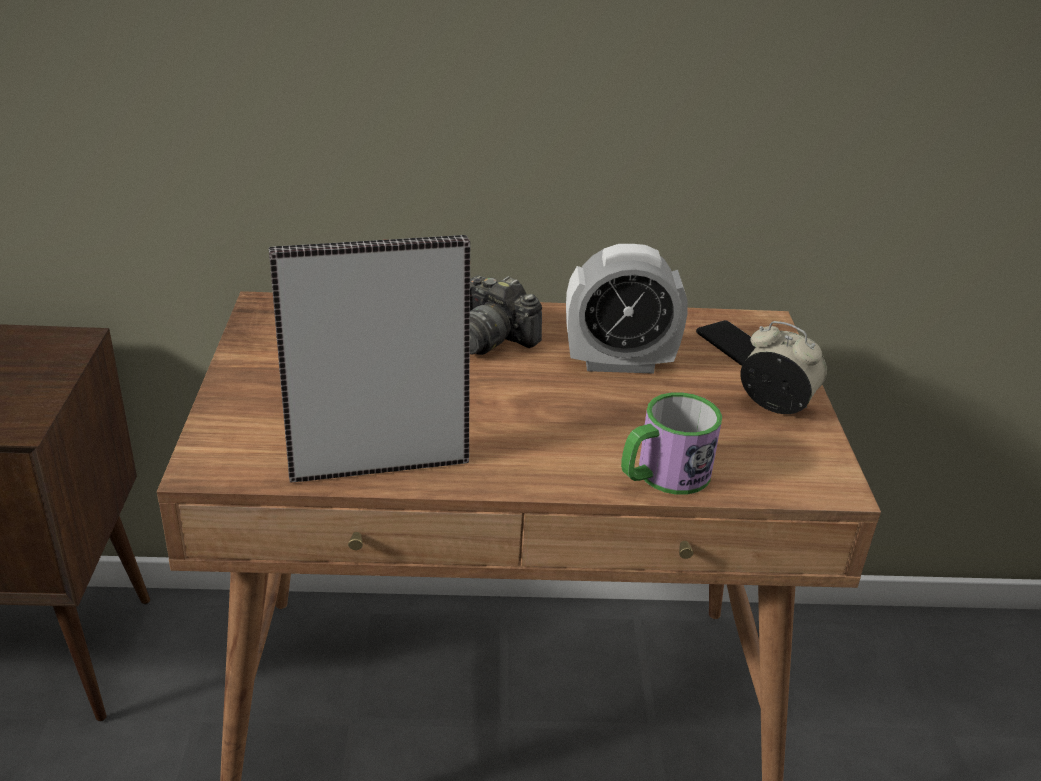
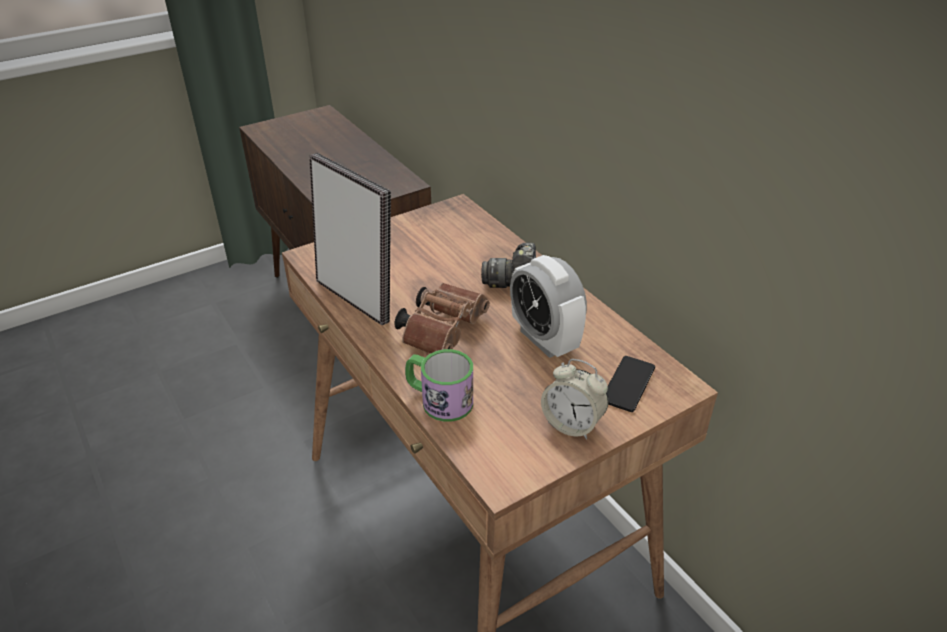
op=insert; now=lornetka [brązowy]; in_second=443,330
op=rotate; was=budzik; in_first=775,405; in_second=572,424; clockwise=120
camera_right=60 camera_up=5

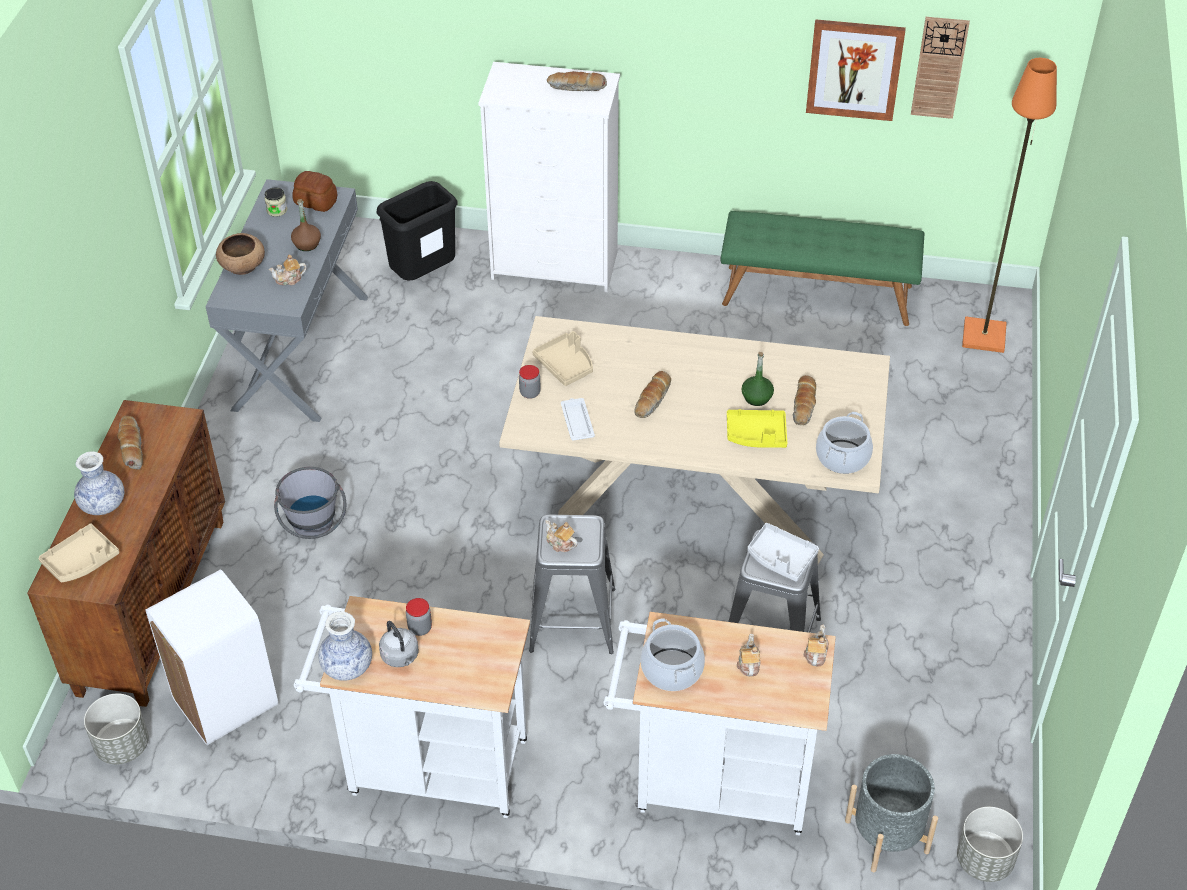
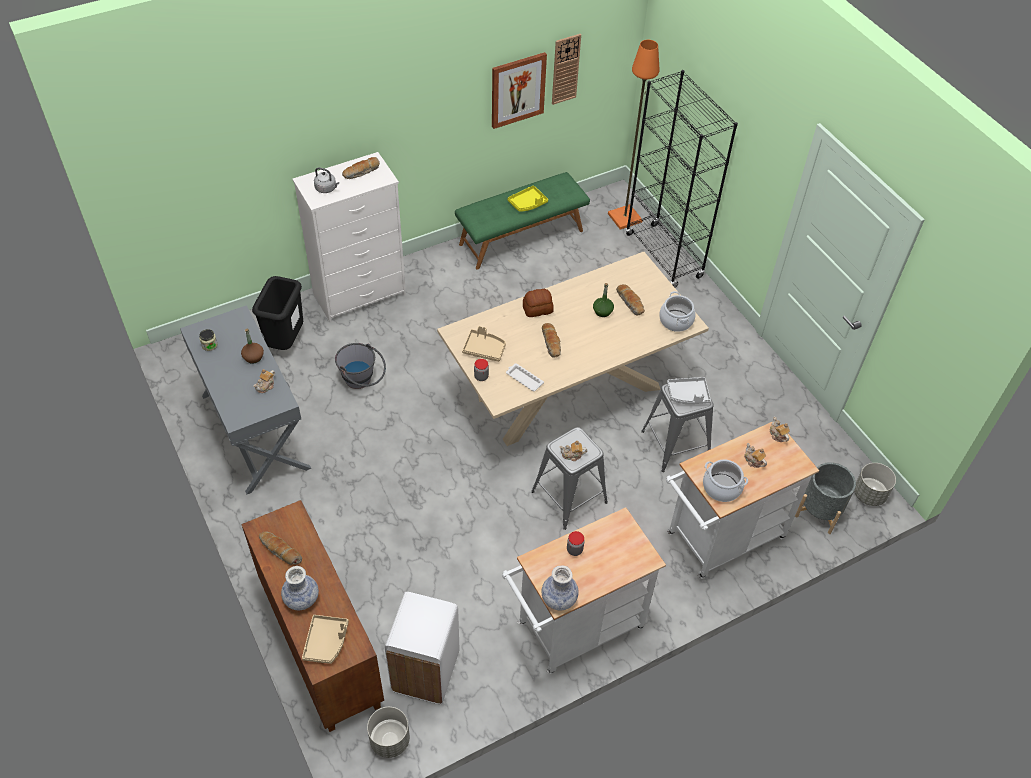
op=delete; was=miska [brązowy]; in_first=243,266
op=insert; now=regał [czarny]; in_second=663,256
op=move; was=wiadro [szary]; in_first=314,529; in_second=362,381
op=move; was=chleb; in_first=316,201; in_second=537,309
op=move; was=czajnik [szary]; in_first=401,657; in_second=327,188
op=move; was=taca [żółty]; in_first=756,435; in_second=527,203
camera_right=-40 camera_up=5

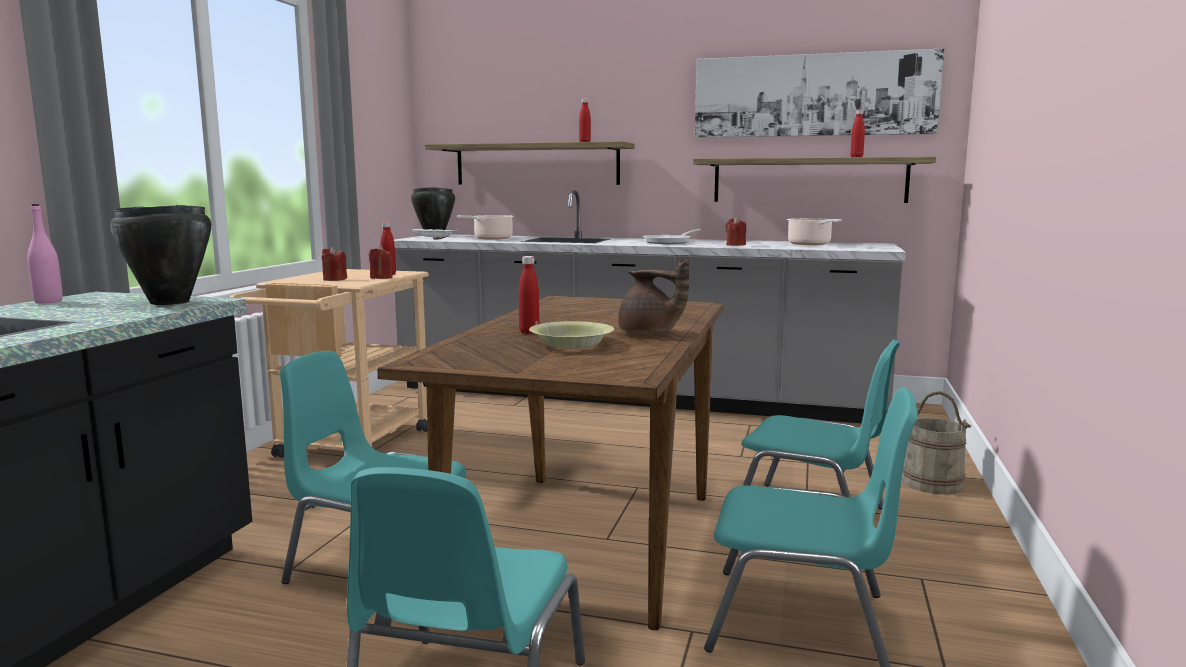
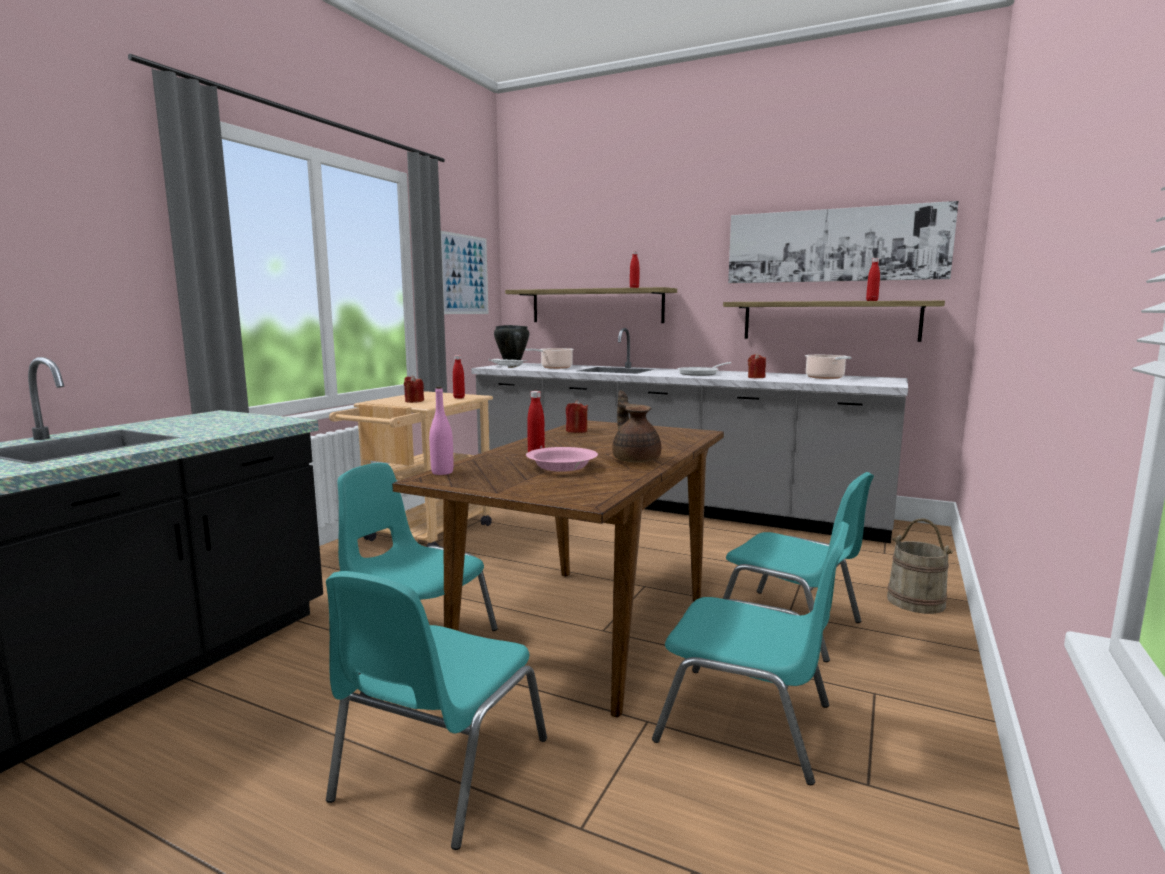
op=delete; was=garnek [czarny]; in_first=169,302
op=insert; now=obraz; in_second=464,274
op=move; was=butelka [różowy]; in_first=48,302; in_second=442,472
op=move; was=świeca [czerwony]; in_first=381,277; in_second=576,431
op=recolor; was=miska [żółty]; now=miska [różowy]; in_first=571,344; in_second=562,467
op=rotate; was=imbryk [brązowy]; in_first=649,333; in_second=635,459; clockwise=-150
camera_right=10 camera_up=0

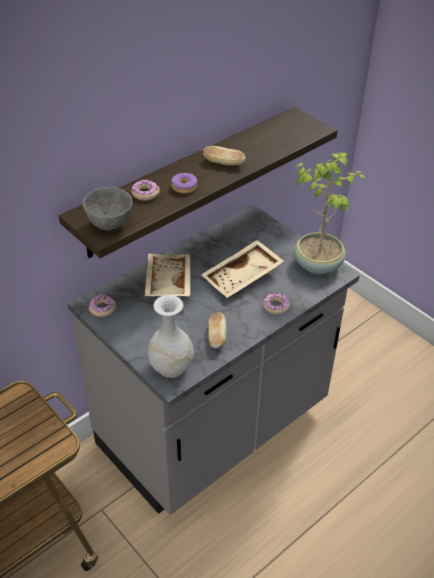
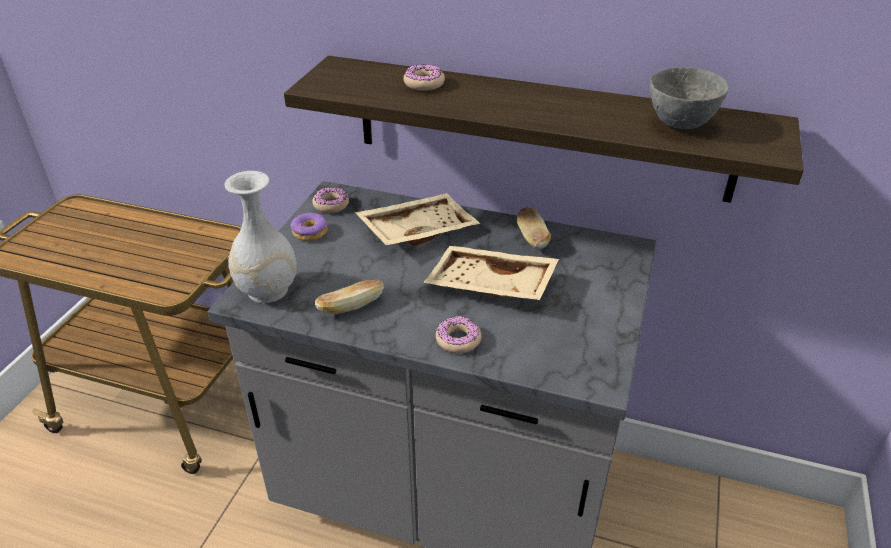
op=delete; was=roślina doniczkowa; in_first=318,264
op=move; was=miska [szary]; in_first=110,224; in_second=681,125
op=move; was=donut; in_first=184,187; in_second=310,232
op=move; was=chleb; in_first=223,163; in_second=532,238
camera_right=60 camera_up=-5

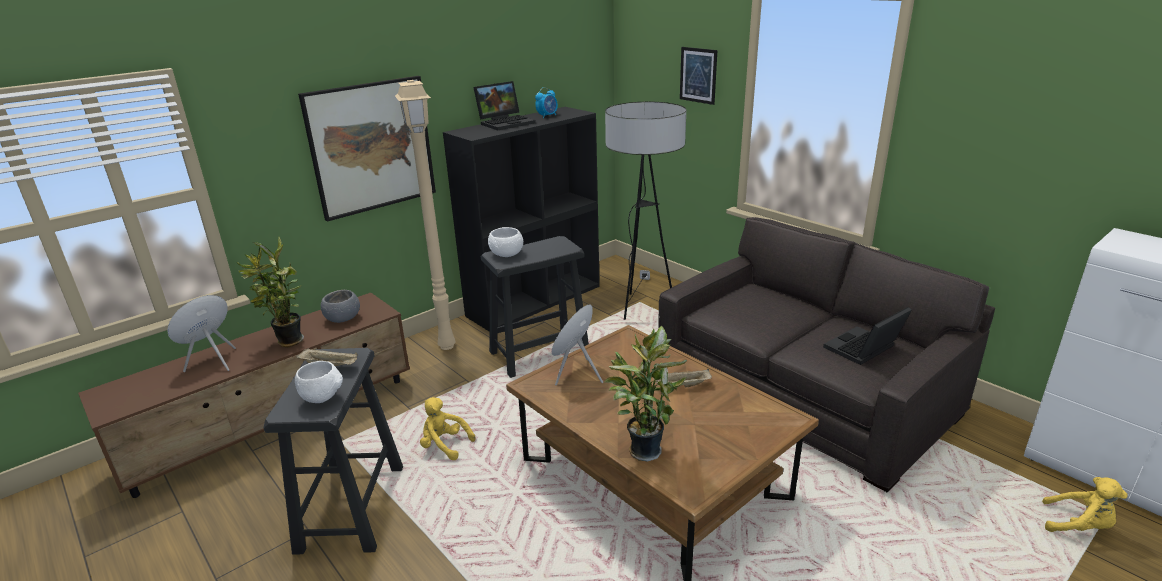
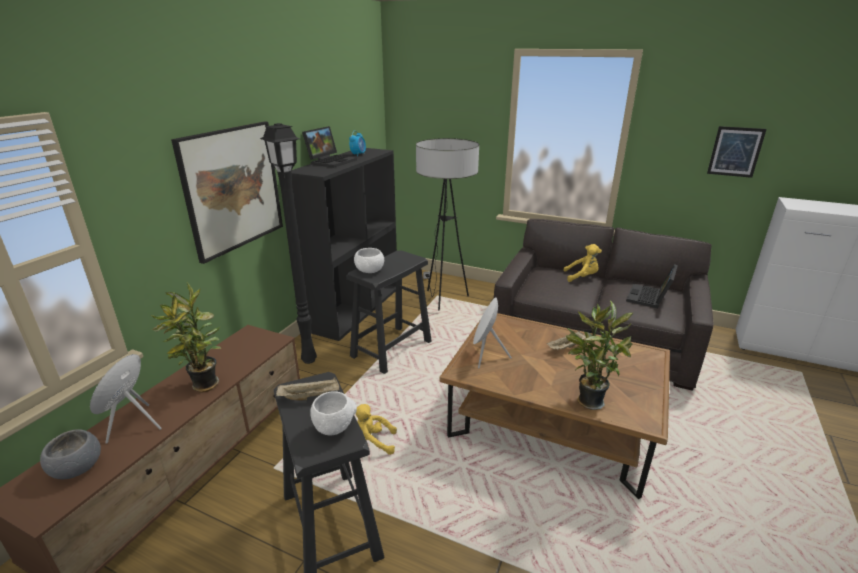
op=move; was=miska [szary]; in_first=343,318; in_second=77,468
op=move; was=obraz; in_first=698,75; in_second=735,151
op=move; was=pluszak [żółty]; in_first=1078,526; in_second=582,277
op=recolor; was=lampa stojąca [beżowy]; now=lampa stojąca [czarny]; in_first=448,345; in_second=309,359
camera_right=-25 camera_up=0

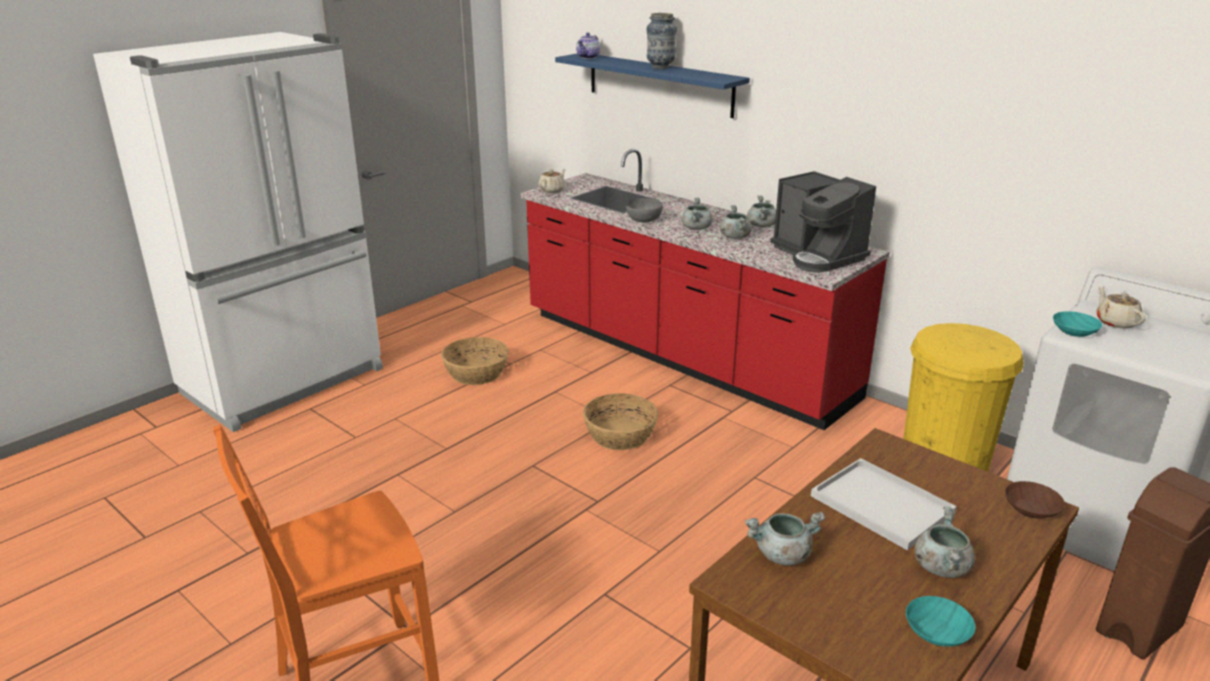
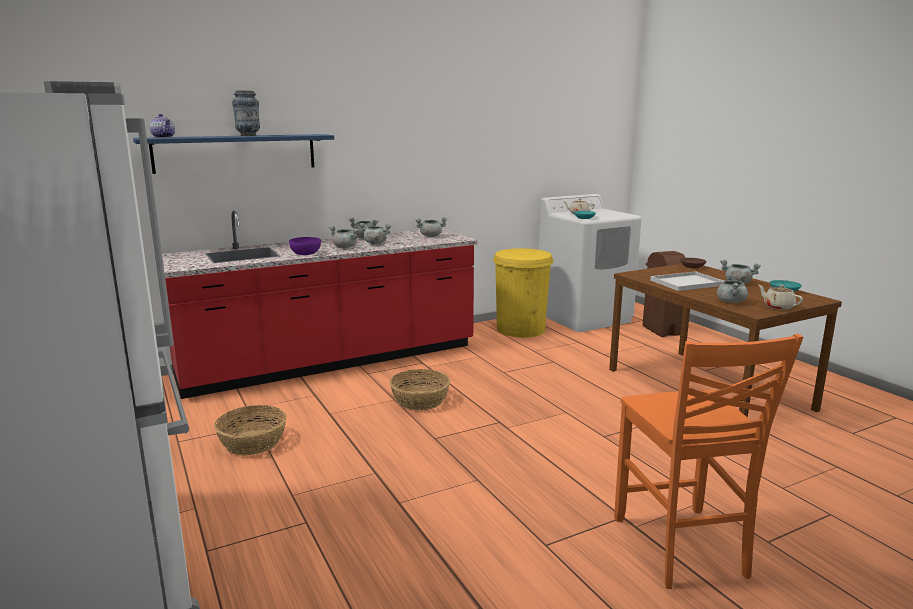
op=move; was=imbryk [beżowy]; in_first=552,190; in_second=778,307
op=replace; was=ekspres do kawy; now=garnek [szary]; in_first=818,255; in_second=431,236
op=recolor; was=miska [szary]; now=miska [fioletowy]; in_first=644,220; in_second=306,253
camera_right=-70 camera_up=-10

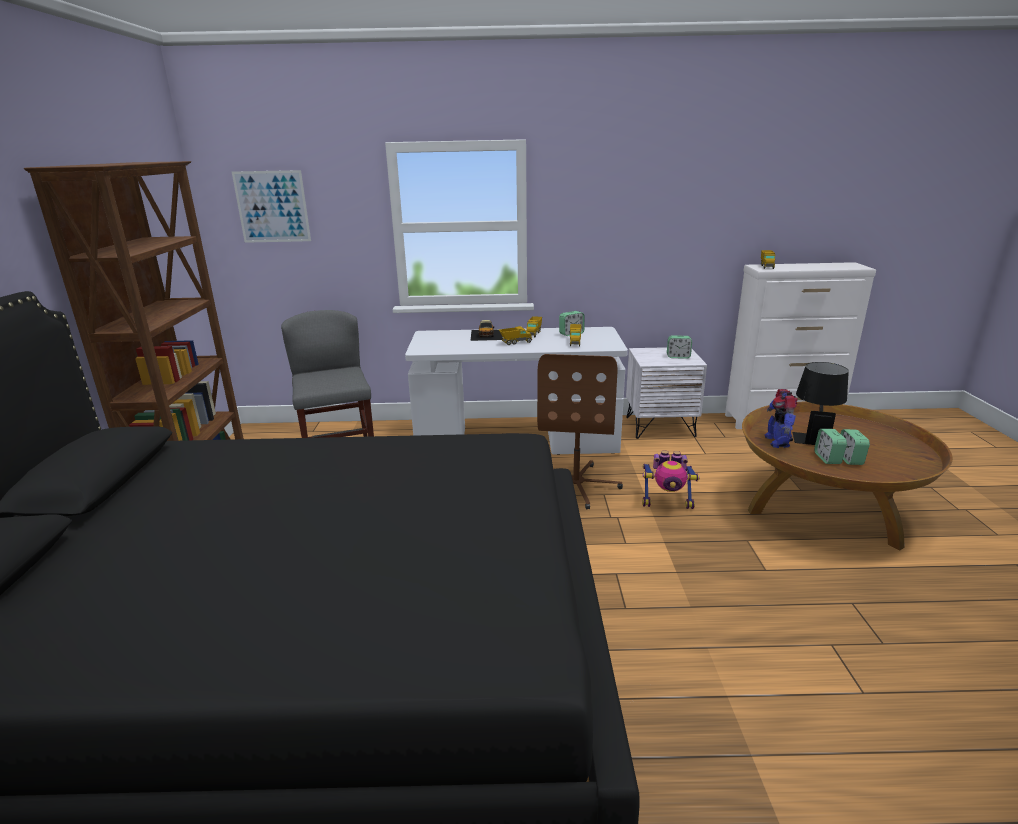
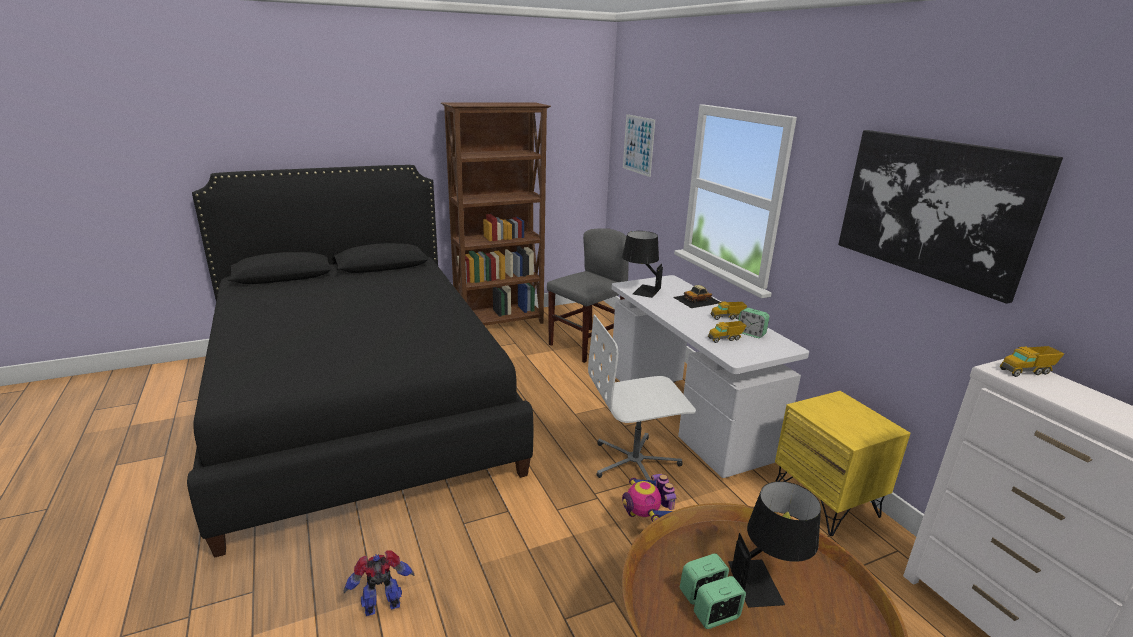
op=delete; was=ciężarówka zabawkowa; in_first=515,342
op=delete; was=budzik; in_first=678,357
op=insert; now=lampa stołowa [czarny]; in_second=640,289
op=insert; now=obraz; in_second=933,208
op=move; was=robot zabawkowy; in_first=777,441; in_second=383,606
op=recolor; was=krzesło biurowe [brązowy]; now=krzesło biurowe [biały]; in_first=576,485; in_second=635,463
op=recolor; was=szafka nocna [biały]; now=szafka nocna [żółty]; in_first=660,427; in_second=826,501
camera_right=65 camera_up=0

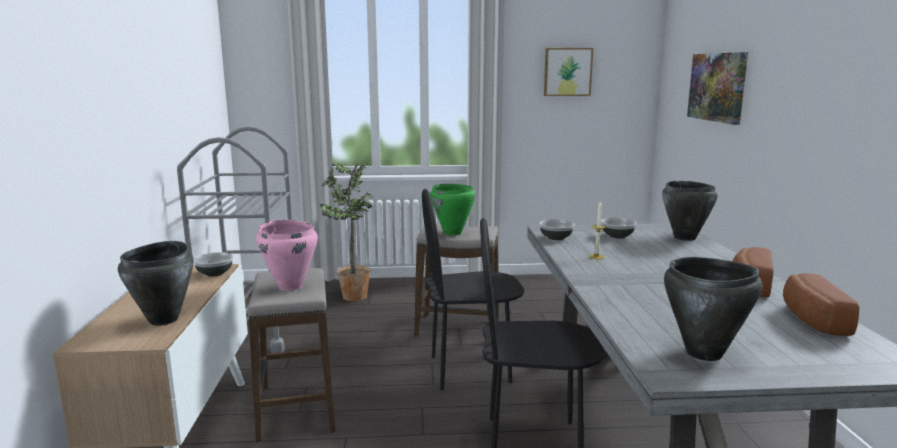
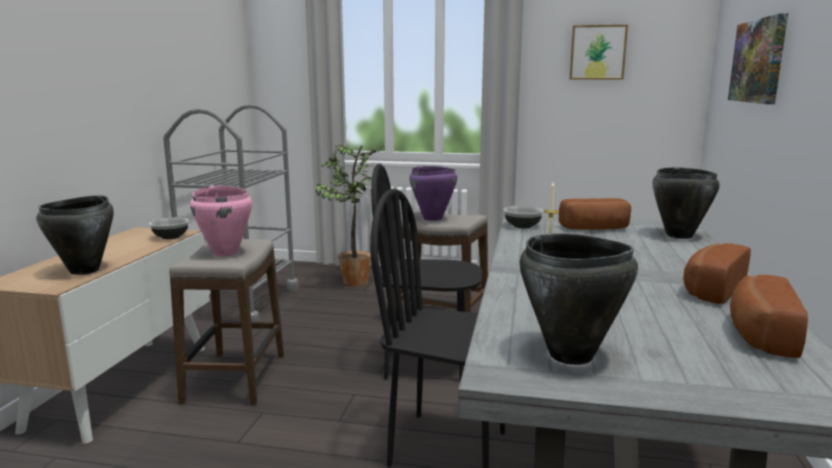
op=replace; was=miska; now=chleb; in_first=617,236; in_second=596,229
op=recolor; was=garnek [zielony]; now=garnek [fioletowy]; in_first=452,233; in_second=432,218
camera_right=15 camera_up=0

